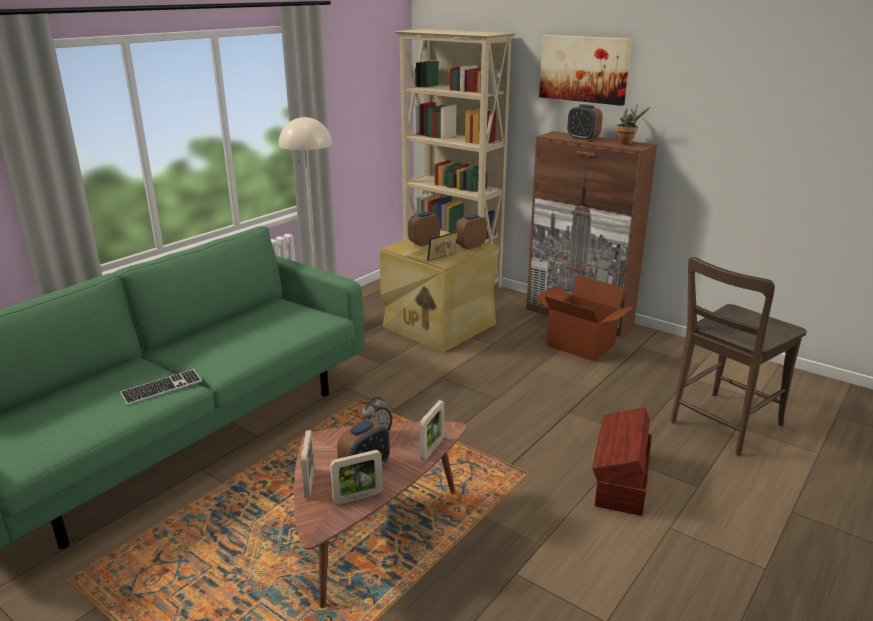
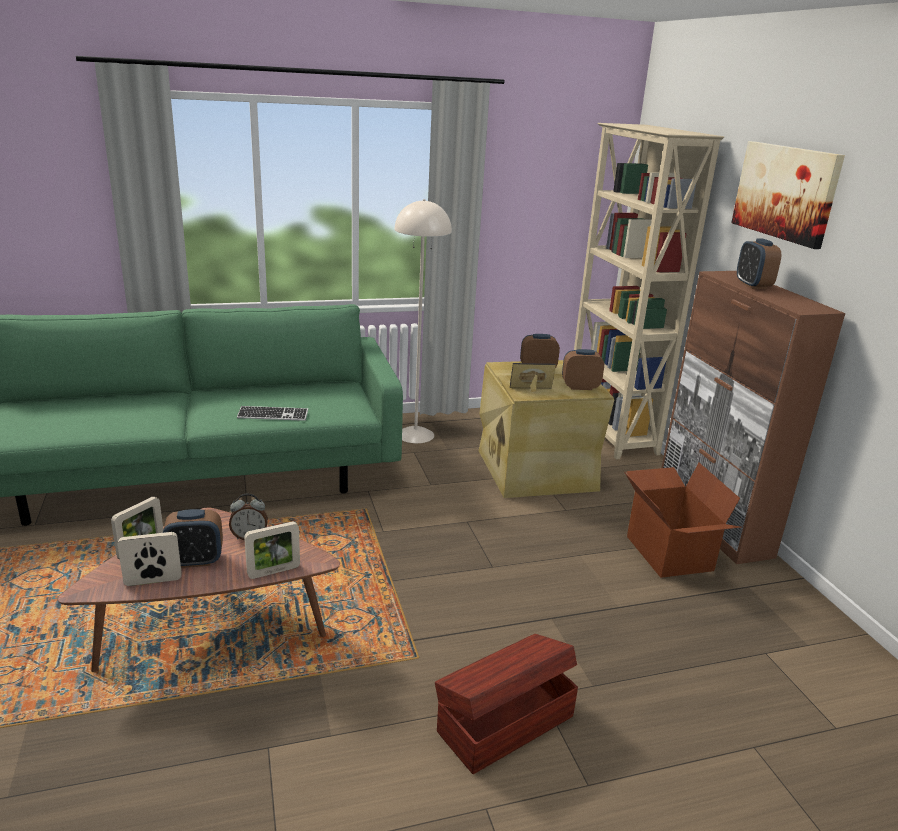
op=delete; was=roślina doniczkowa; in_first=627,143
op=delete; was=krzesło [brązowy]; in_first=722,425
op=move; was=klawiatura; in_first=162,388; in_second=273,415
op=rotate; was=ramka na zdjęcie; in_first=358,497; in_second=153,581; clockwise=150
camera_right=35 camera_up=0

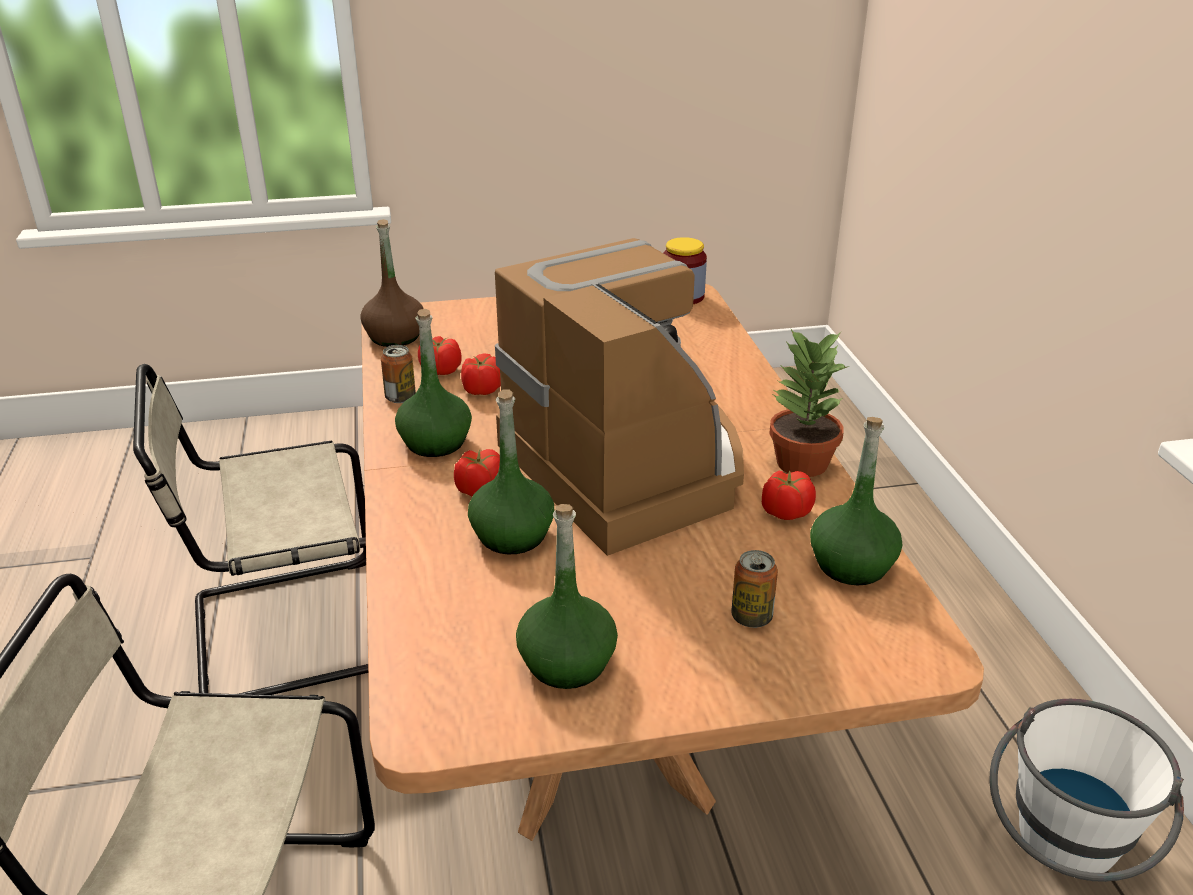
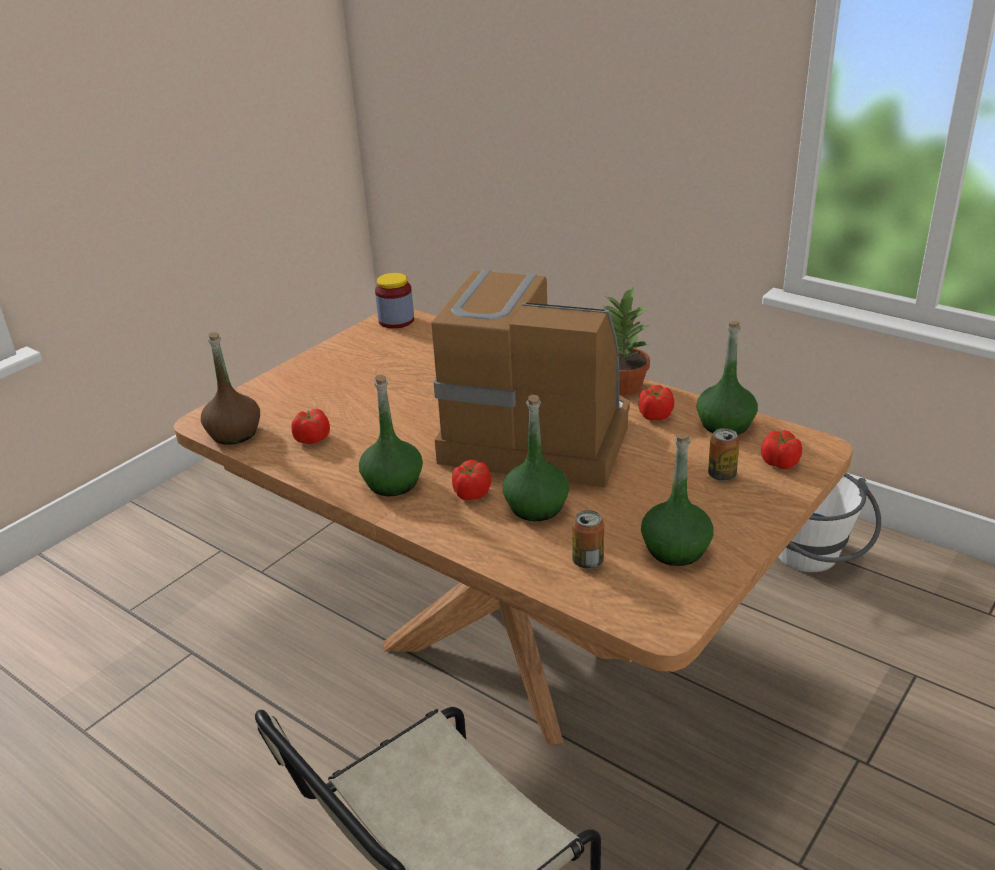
op=delete; was=krzesło [beżowy]; in_first=284,632
op=move; was=puszka; in_first=400,398; in_second=588,561
op=move; was=pomidor; in_first=482,390; in_second=780,463
camera_right=-40 camera_up=0

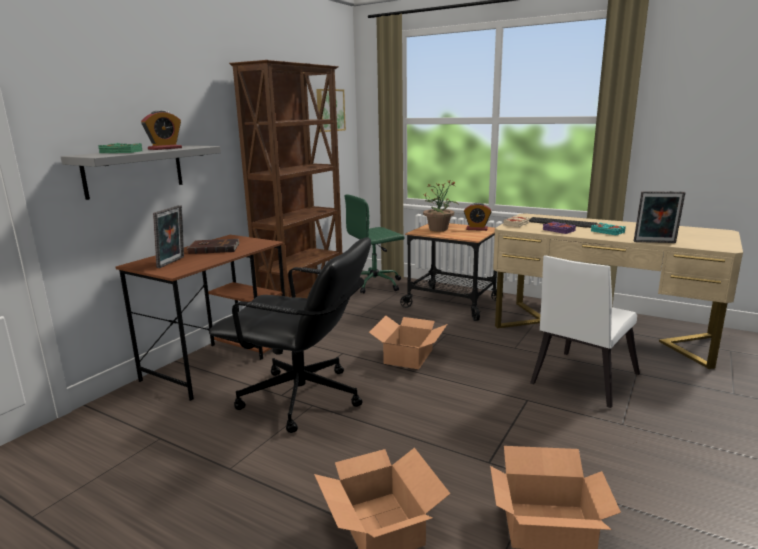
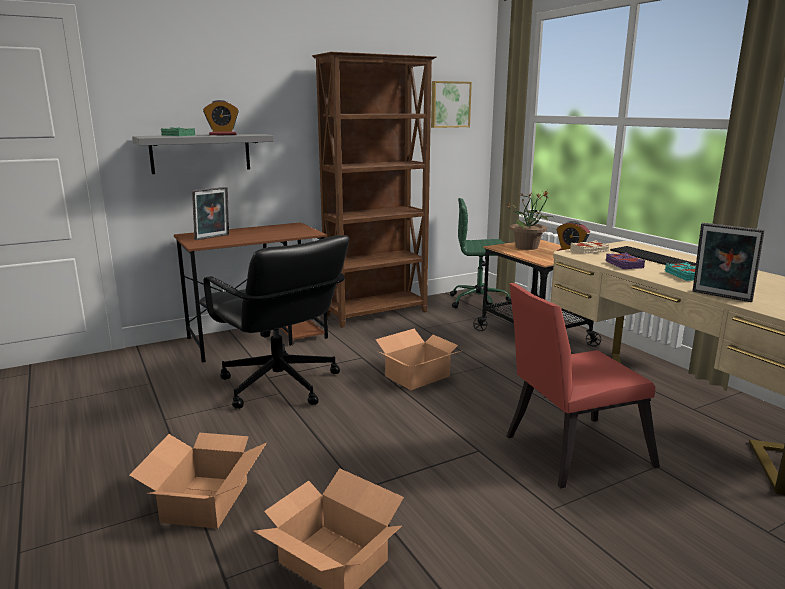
op=delete; was=książka [brązowy]; in_first=214,248
op=recolor; was=krzesło [biały]; now=krzesło [czerwony]; in_first=580,381; in_second=569,452
camera_right=30 camera_up=0

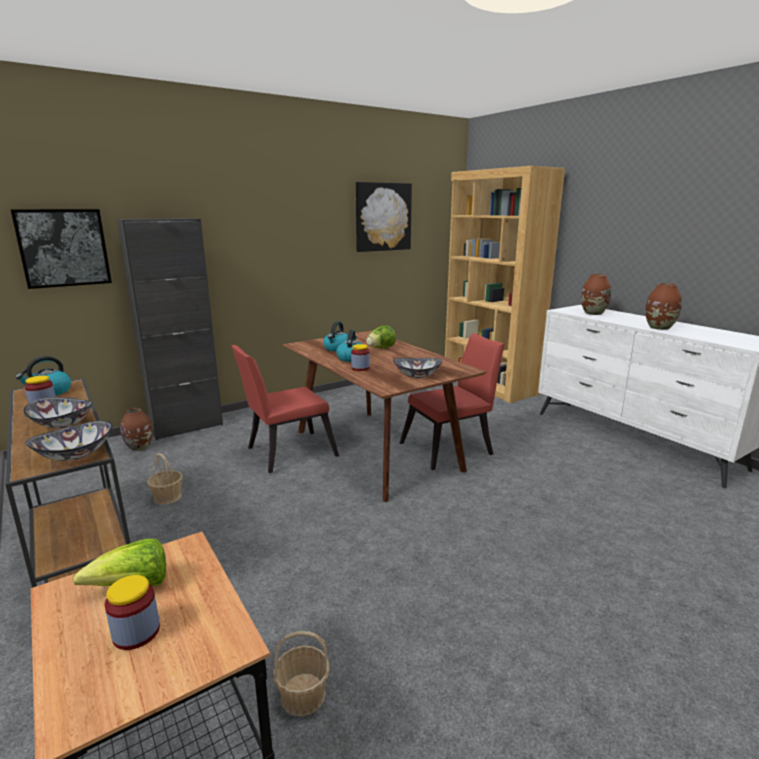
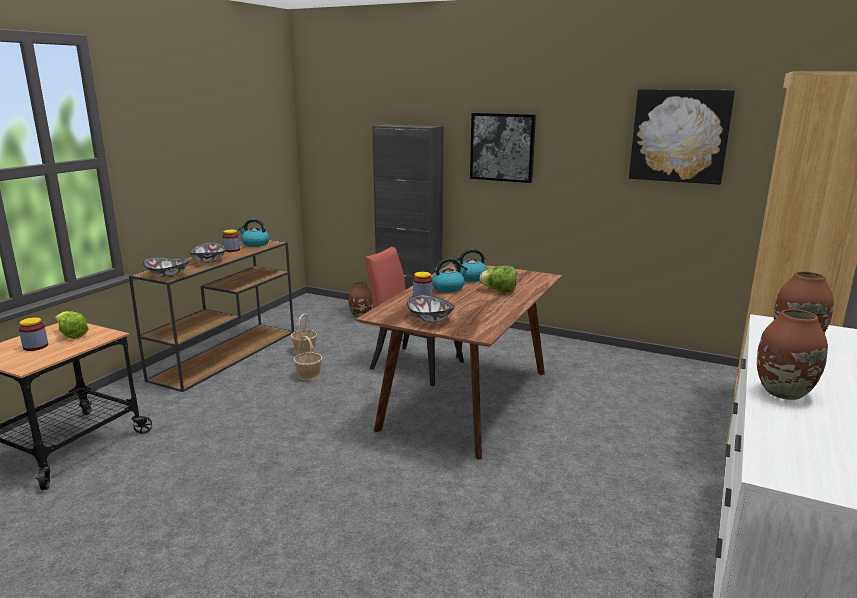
op=delete; was=krzesło [czerwony]; in_first=451,448
op=move; was=obraz; in_first=63,248; in_second=502,147
op=move; was=koszyk; in_first=302,695; in_second=309,375
camera_right=60 camera_up=0

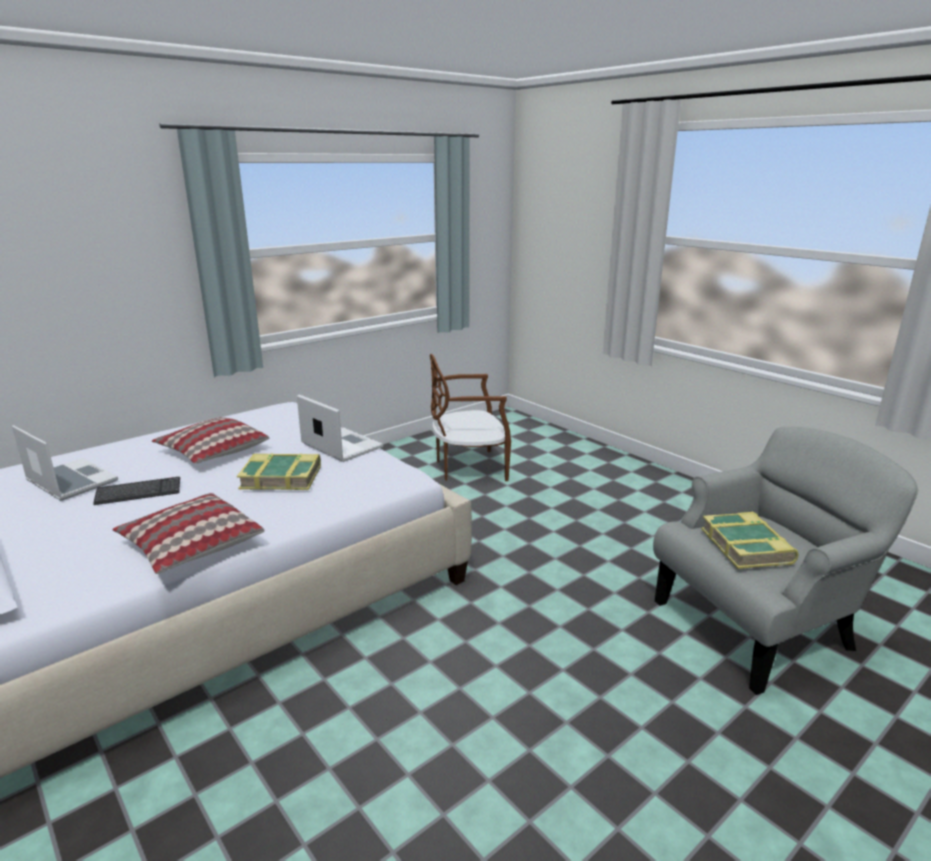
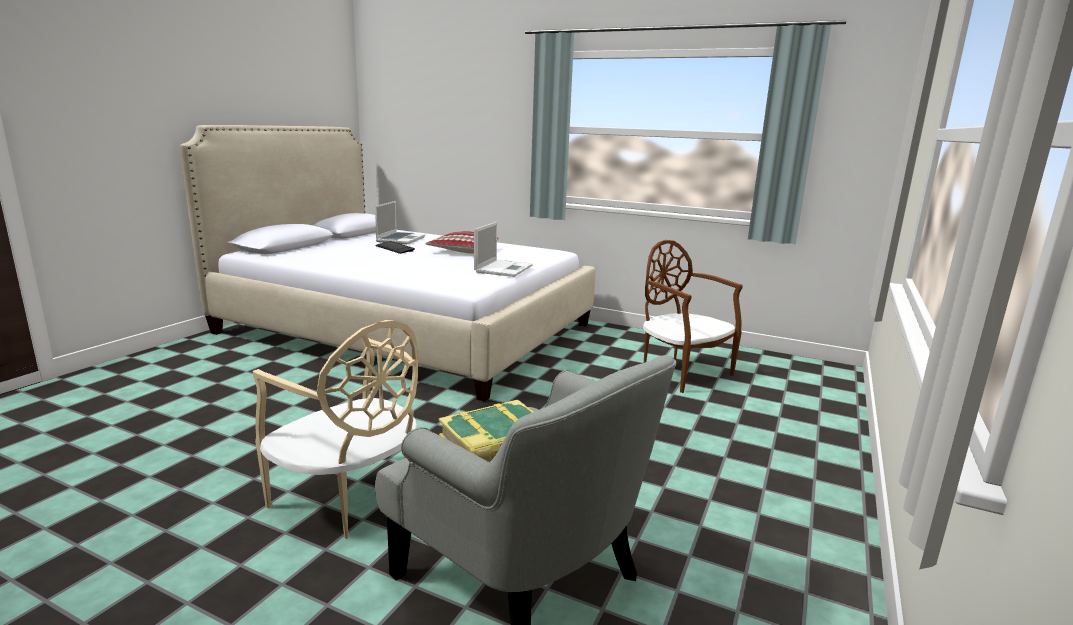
op=delete; was=poduszka; in_first=191,545
op=delete; was=książka; in_first=281,477
op=insert; now=krzesło [beżowy]; in_second=350,500
camera_right=65 camera_up=-5

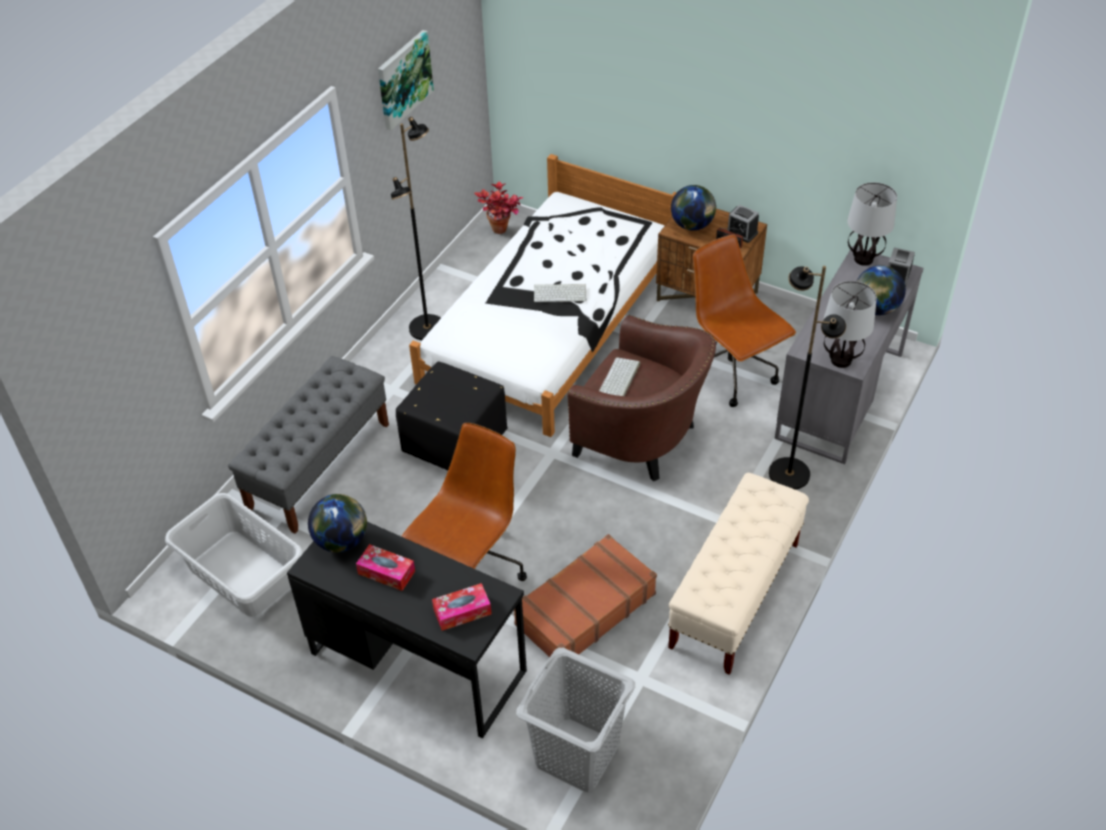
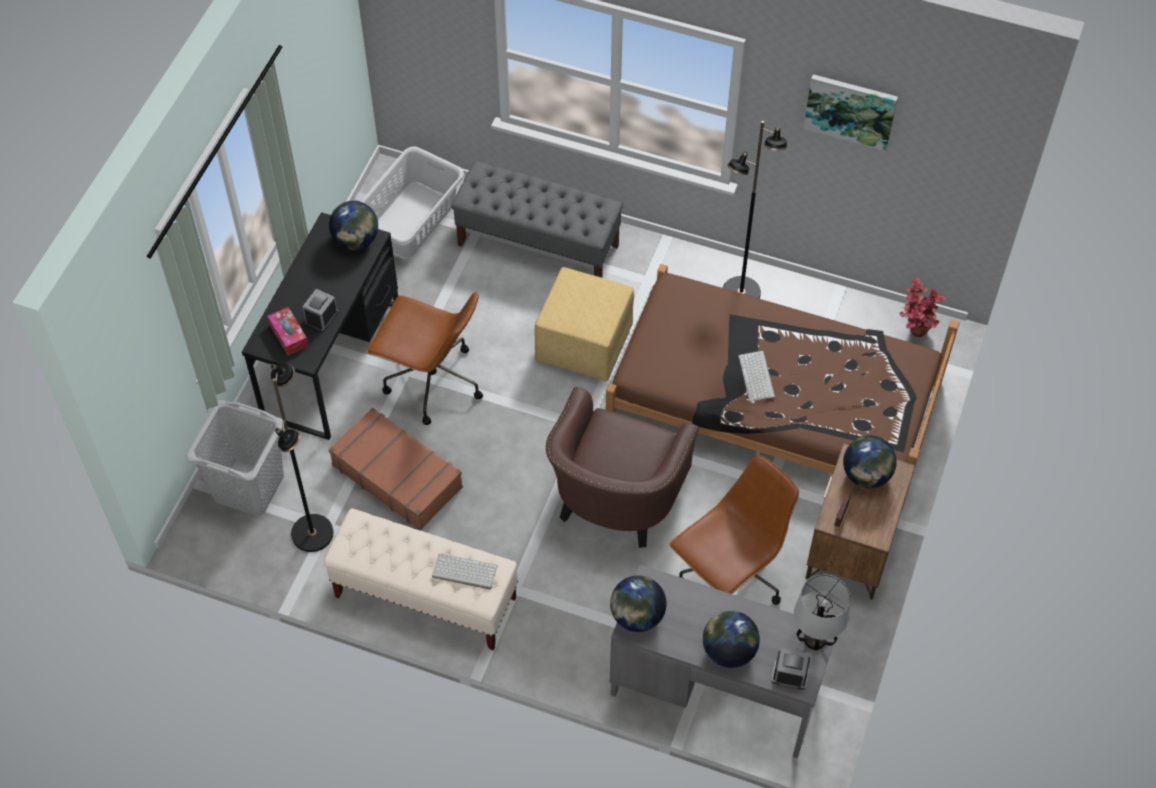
op=delete; was=pudełko chusteczek; in_first=386,572
op=move; was=klawiatura; in_first=619,380; in_second=463,572
op=move; was=budzik; in_first=741,233; in_second=321,317
op=move; was=lampa stojąca [czarny]; in_first=789,473; in_second=313,533
op=replace; was=lampa stołowa; now=globus; in_first=841,361; in_second=637,616
op=recolor; was=pufa [czarny]; now=pufa [żółty]; in_first=456,442; in_second=585,345
op=recolor; was=łóżko [biały]; now=łóżko [brązowy]; in_first=551,322; in_second=775,401
camera_right=80 camera_up=10

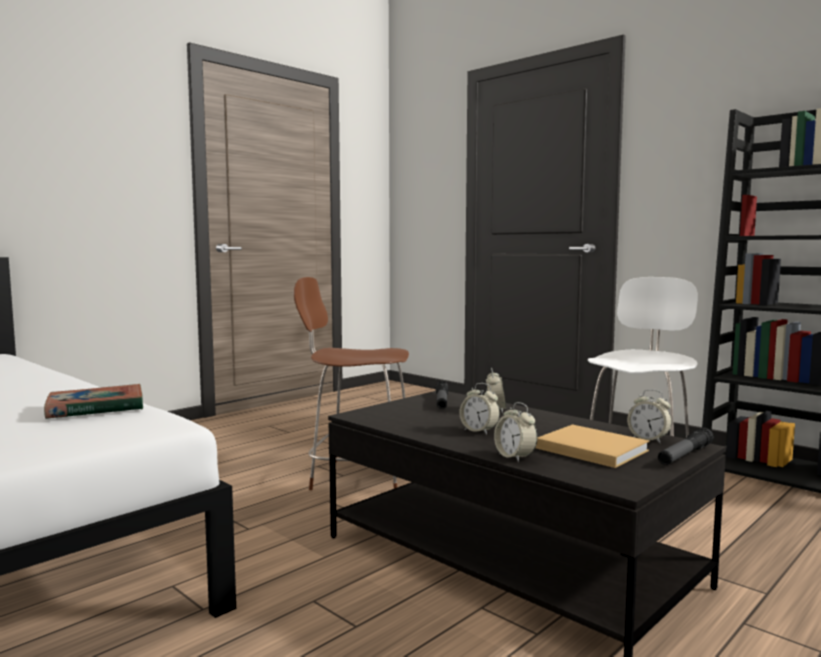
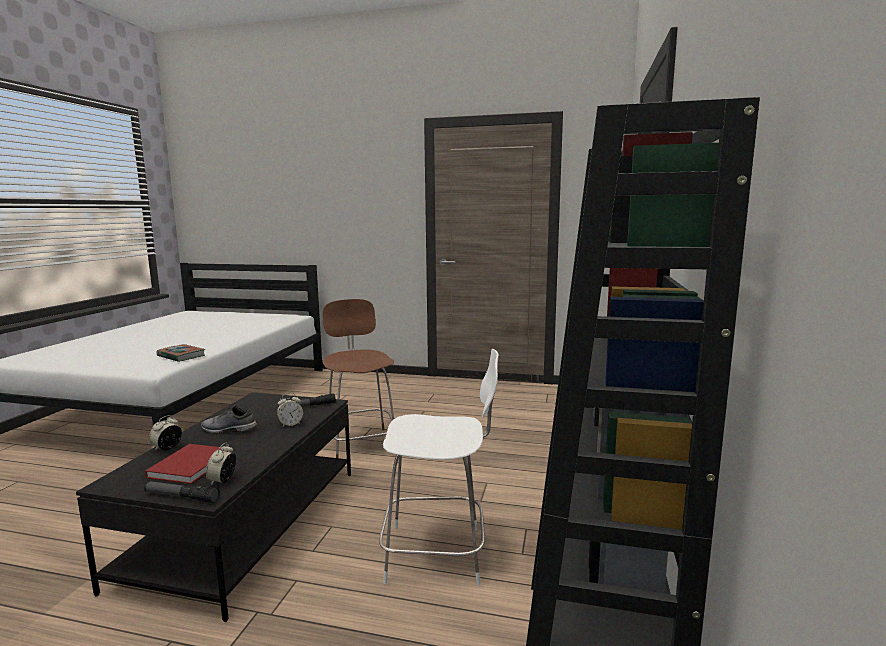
op=replace; was=budzik; now=but [szary]; in_first=479,431; in_second=228,430
op=recolor; was=książka [beżowy]; now=książka [czerwony]; in_first=589,448; in_second=192,465
camera_right=60 camera_up=5

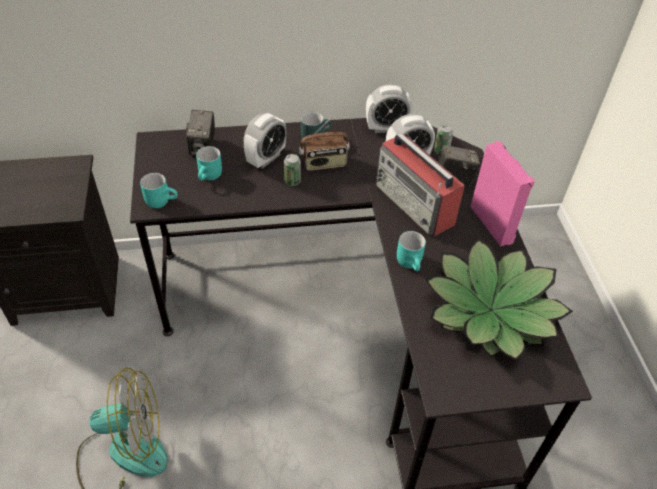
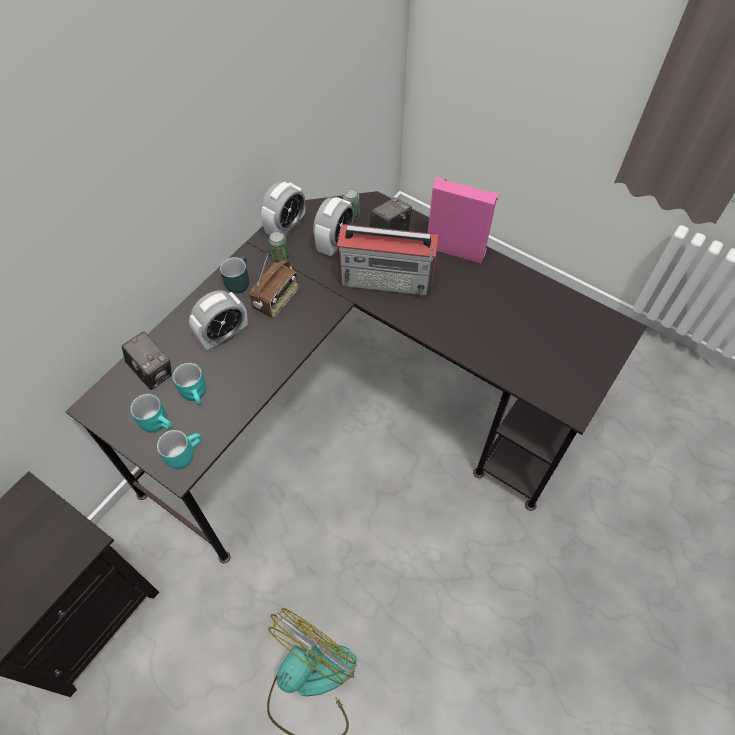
op=delete; was=roślina doniczkowa; in_first=490,310
op=move; was=puszka; in_first=292,181; in_second=280,258
op=move; was=kubek [turkusowy]; in_first=412,263; in_second=159,422
op=rotate; was=budzik; in_first=266,158; in_second=224,336; clockwise=60
camera_right=-45 camera_up=10

